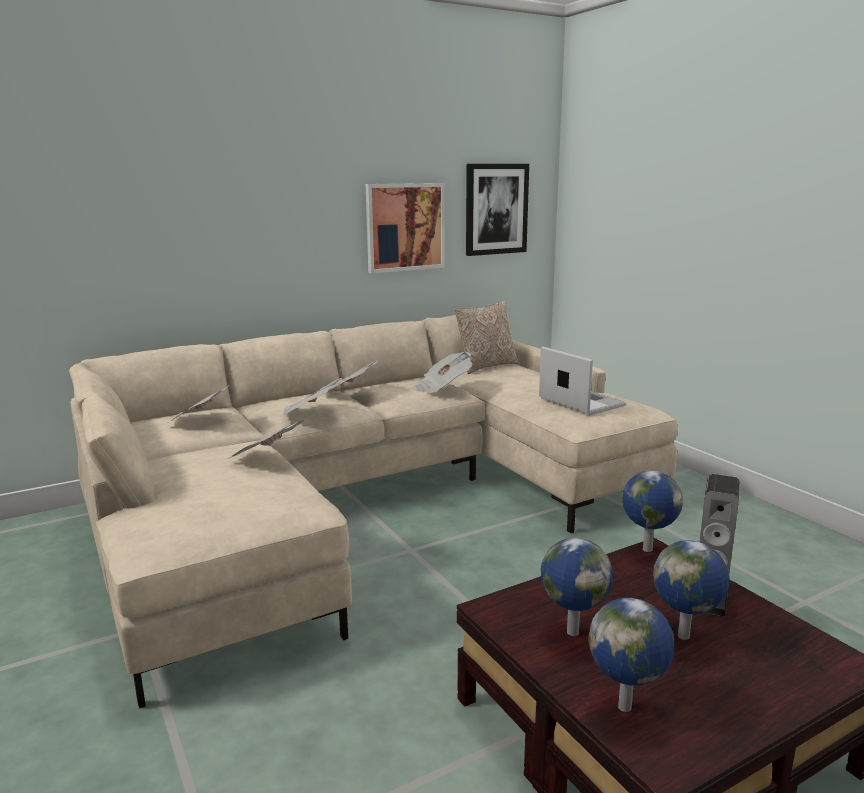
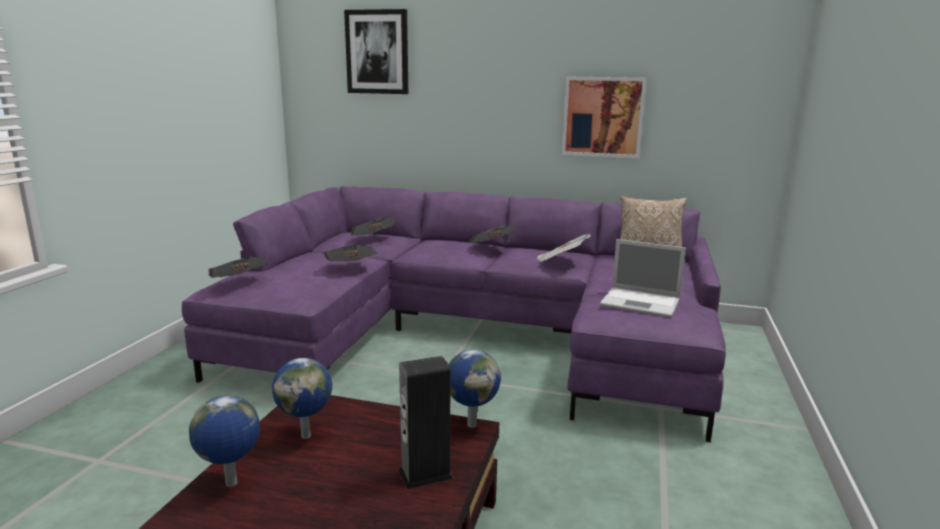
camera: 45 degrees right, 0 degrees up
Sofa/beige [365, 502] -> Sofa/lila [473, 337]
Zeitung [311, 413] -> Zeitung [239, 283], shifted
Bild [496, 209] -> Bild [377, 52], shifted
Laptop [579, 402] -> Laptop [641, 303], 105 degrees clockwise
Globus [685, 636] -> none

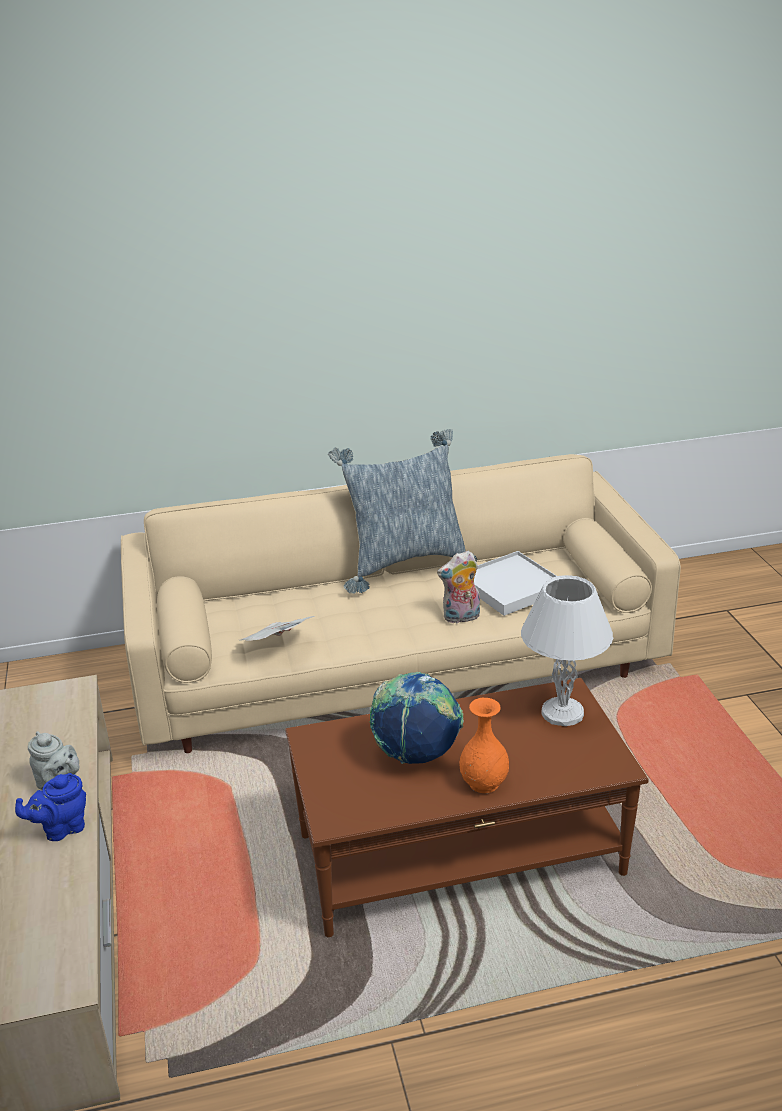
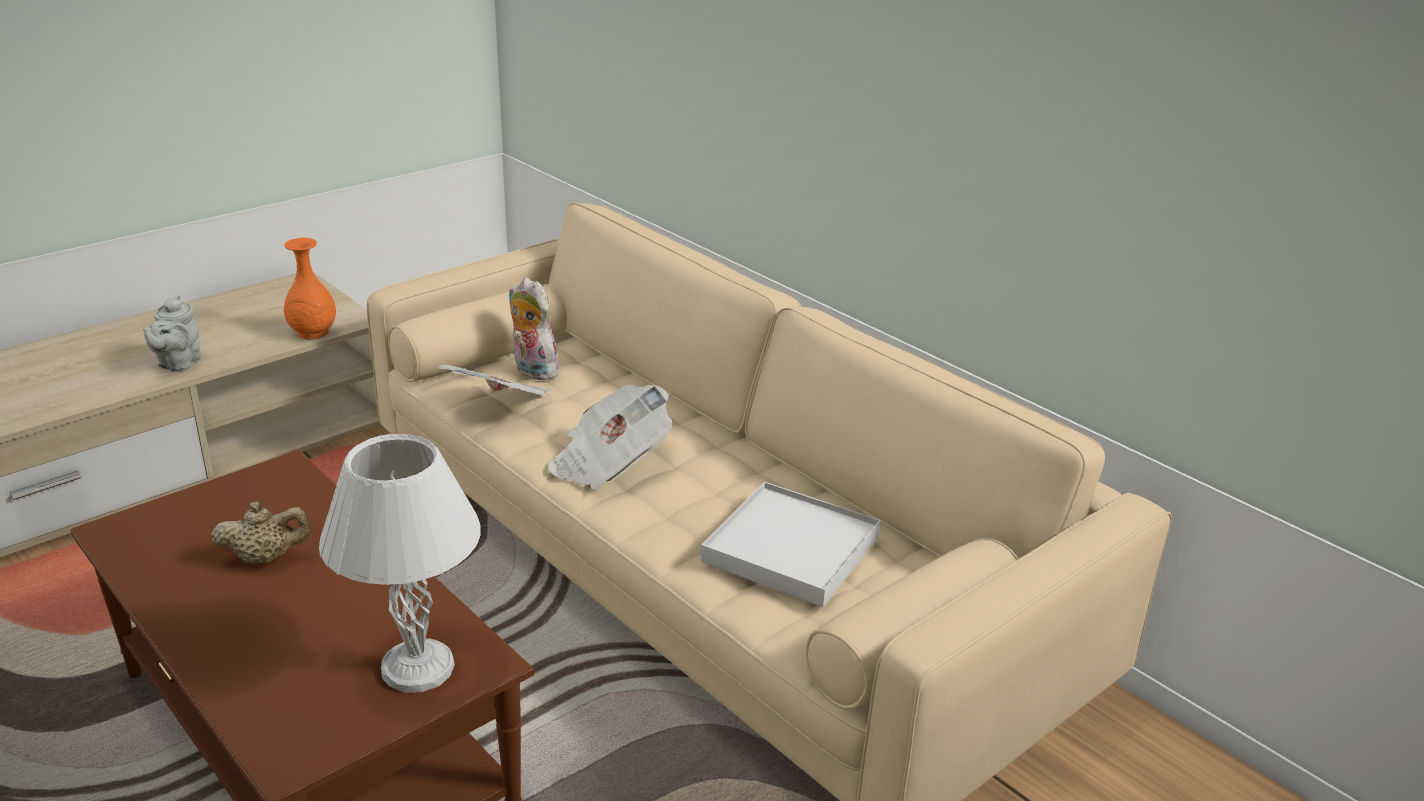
camera: 60 degrees right, 0 degrees up
Teekanne/blau [61, 829] -> none
Kissen [404, 573] -> none
Globus [416, 755] -> Teekanne/beige [266, 558]
Plüschtier [461, 618] -> Plüschtier [532, 370], shifted
Vase/orange [484, 783] -> Vase/orange [312, 333], shifted
none -> Zeitung [609, 464]

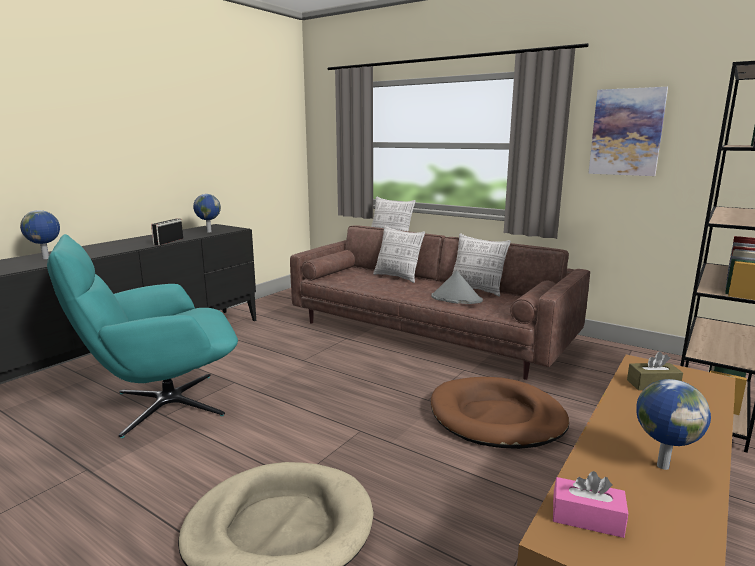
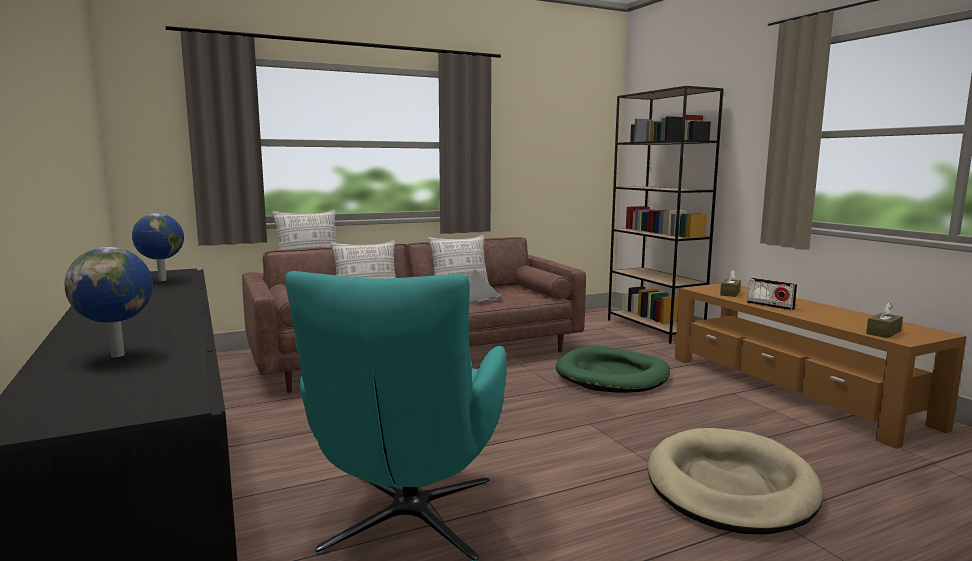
camera: 60 degrees left, 5 degrees down
Radio [168, 241] -> Radio [770, 306], shifted
Hundebett/braun [497, 417] -> Hundebett/grün [613, 375]
Taschentuchbox/rosa [587, 518] -> Taschentuchbox/braun [883, 332]
Bild [626, 132] -> none
Globus [662, 465] -> none

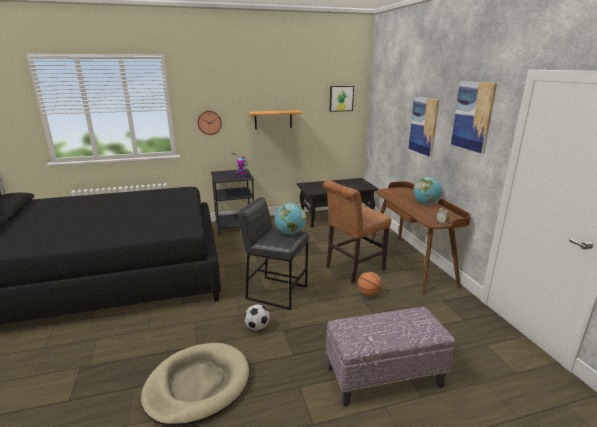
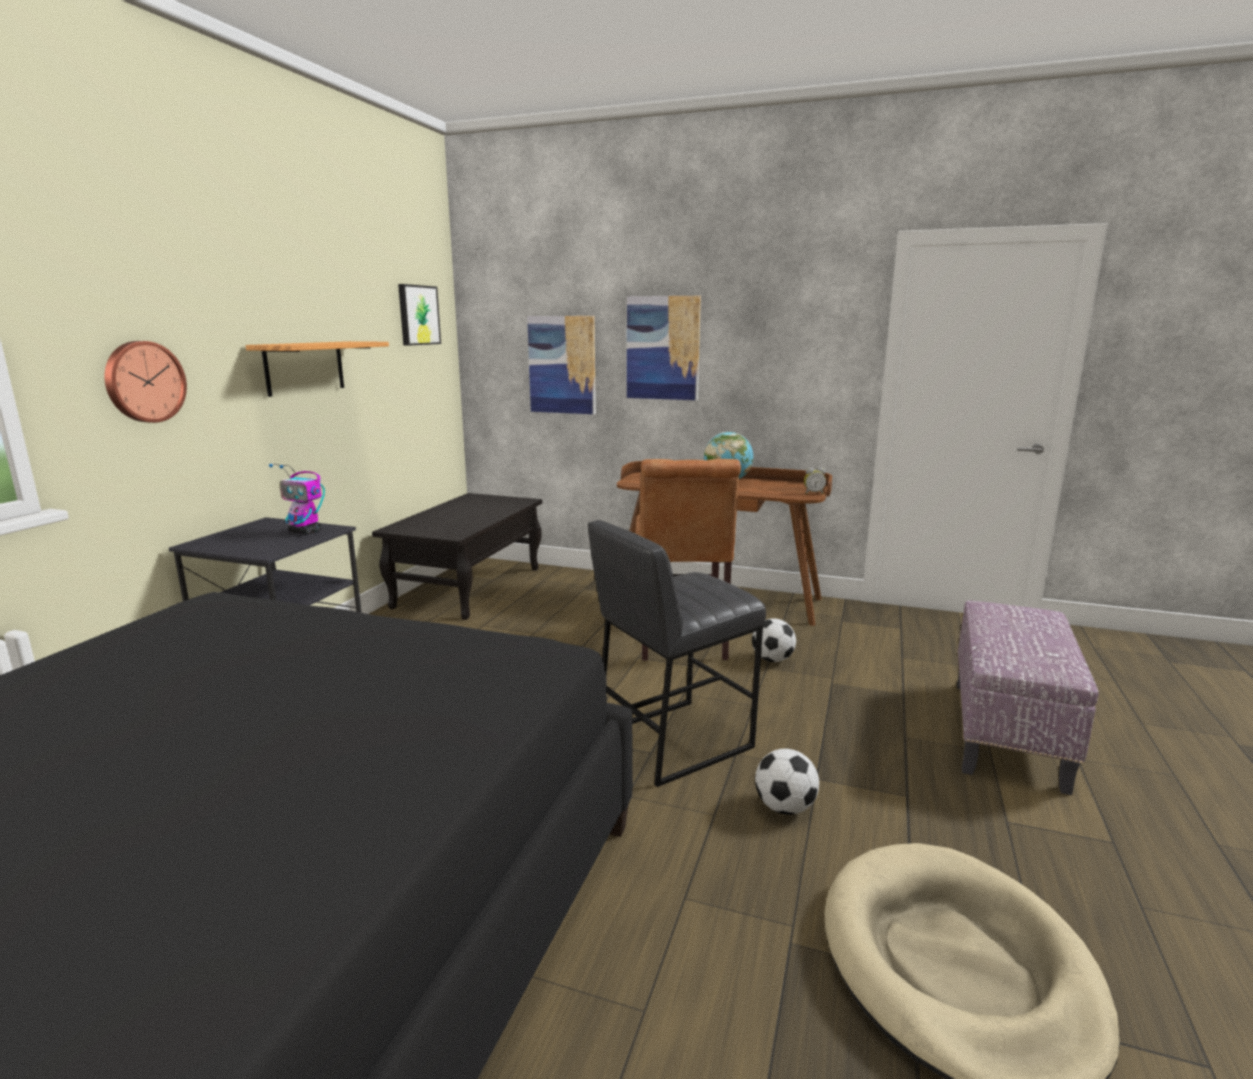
camera: 55 degrees left, 5 degrees down
Globus [290, 233] -> none
Basketball [368, 293] -> Fußball [772, 659]
Bild [473, 116] -> Bild [562, 365], shifted

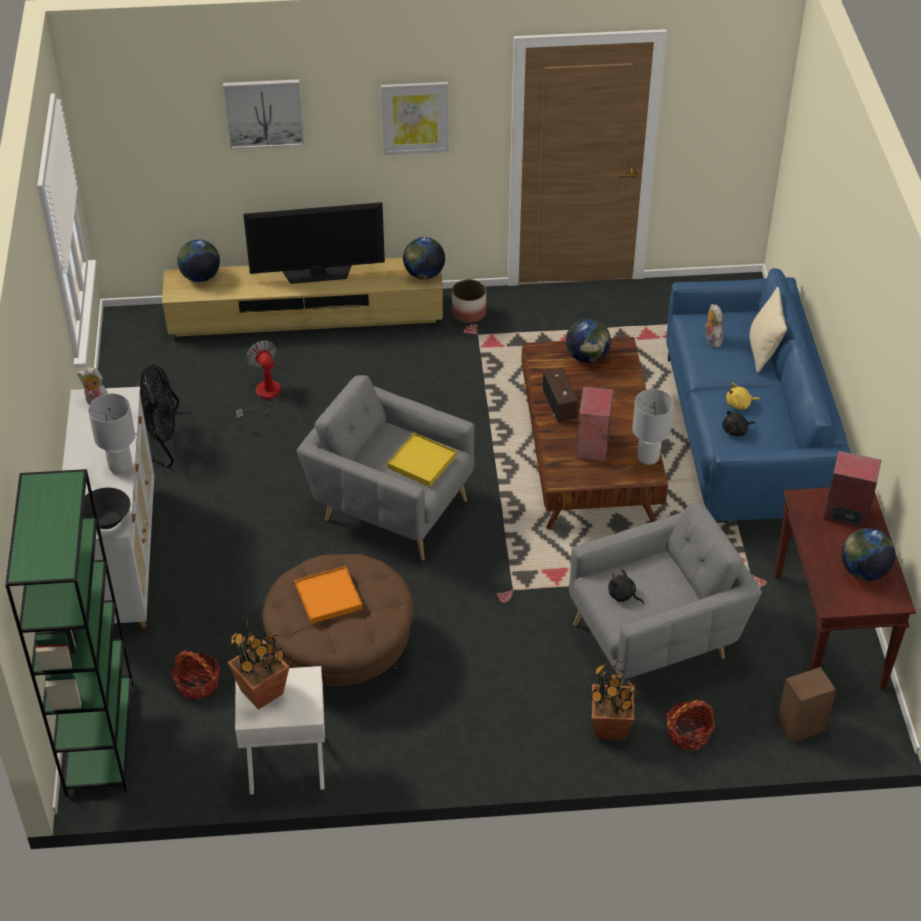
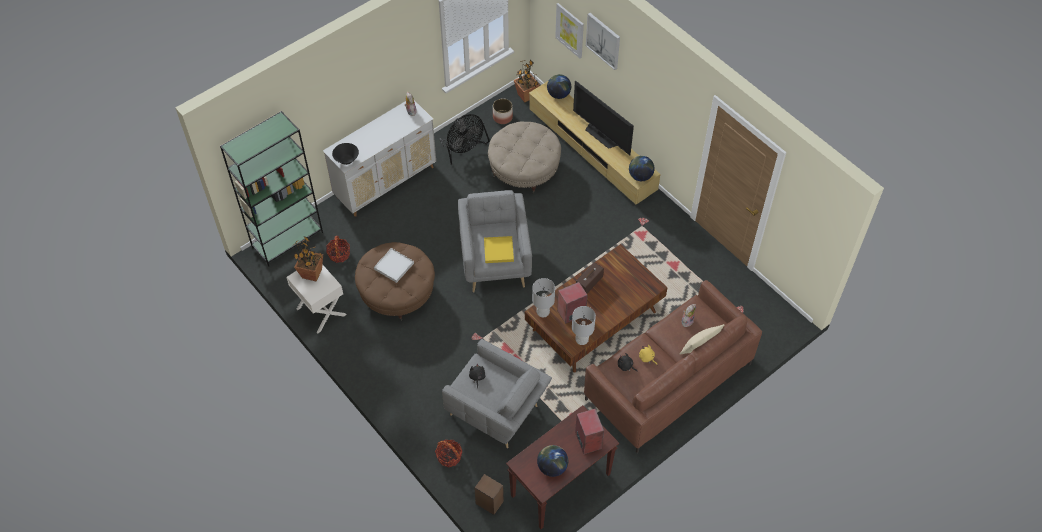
camera: 55 degrees right, 10 degrees up
Tischlampe/grau [121, 468] -> Tischlampe/grau [543, 313], shifted
Ventilator [263, 396] -> Polsterhocker/beige [524, 169]
Tablett/orange [328, 597] -> Tablett/weiß [394, 266]
Bild [415, 117] -> Bild [570, 30], shifted
Pflanzkübel [469, 312] -> Pflanzkübel [502, 117], shifted
Globus [587, 357] -> none
Topfpflanze [610, 728] -> Topfpflanze [526, 96], shifted
Sofa/blau [744, 438] -> Sofa/braun [667, 380]

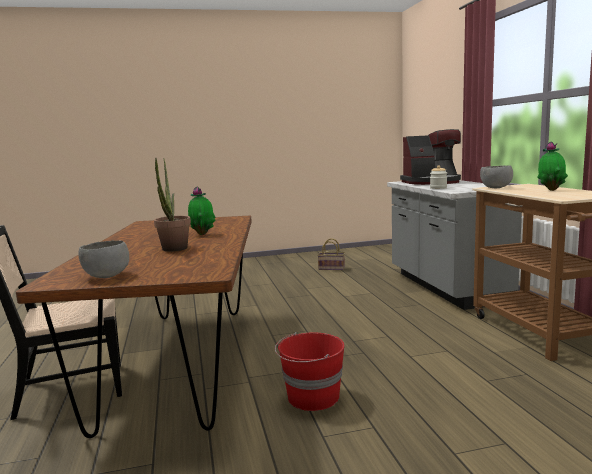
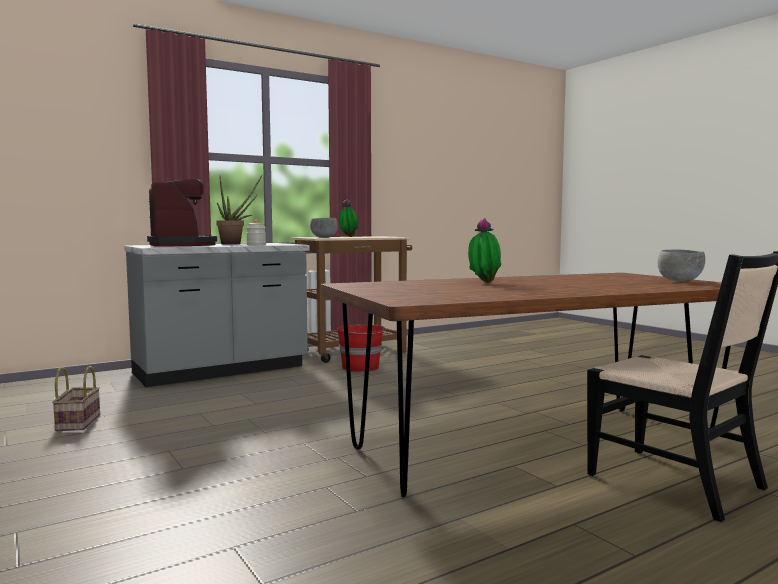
camera: 110 degrees left, 5 degrees down
Topfpflanze [173, 250] -> Topfpflanze [235, 244], shifted
Eimer/rot [312, 397] -> Eimer/rot [361, 367], shifted

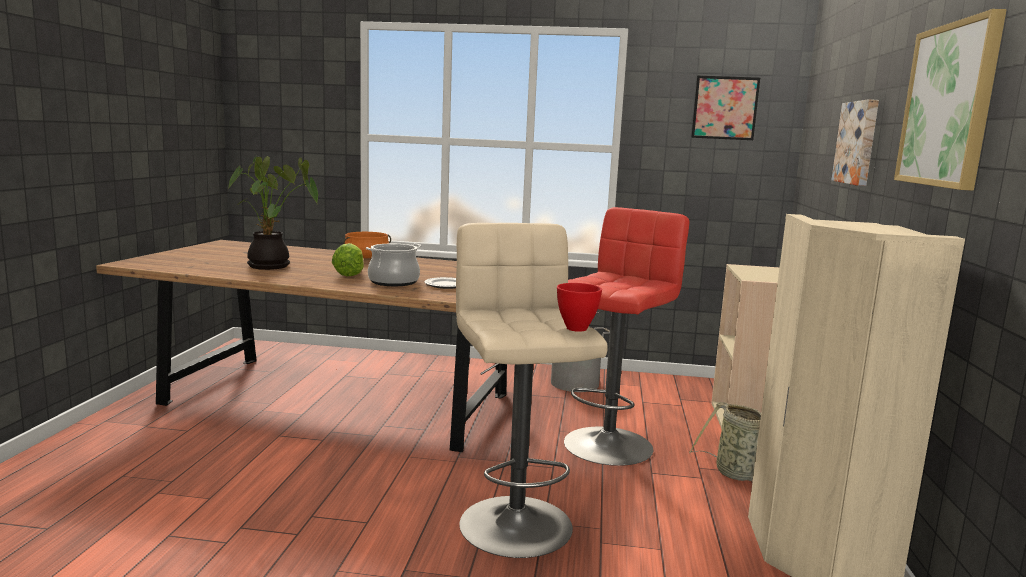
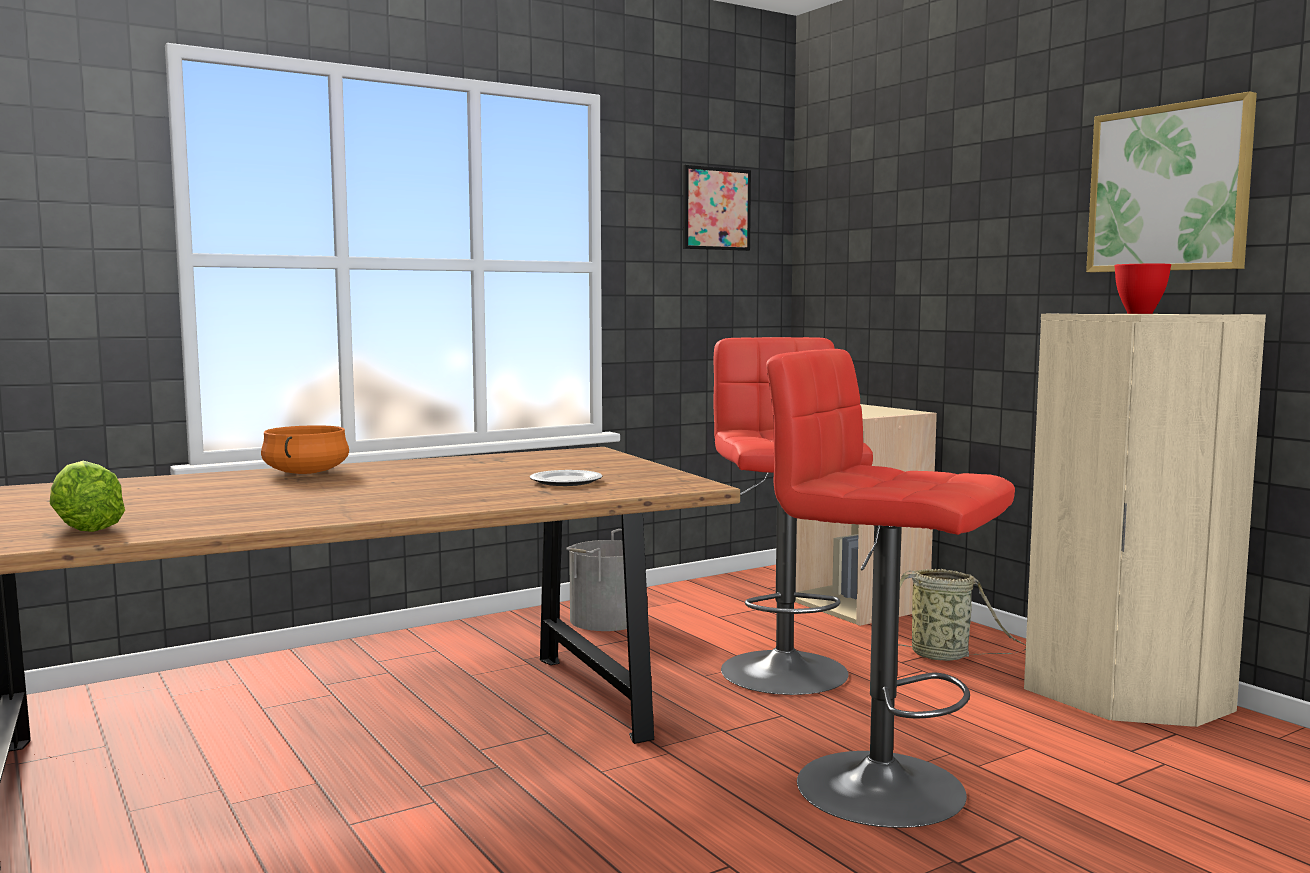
camera: 40 degrees left, 5 degrees down
Topfpflanze [272, 266] -> none
Salatkopf [349, 274] -> Salatkopf [85, 528], shifted
Kochtopf [393, 282] -> none
Hocker/beige [516, 525] -> Hocker/rot [879, 787]
Schüssel/rot [577, 329] -> Schüssel/rot [1141, 313], shifted
Bild [858, 143] -> none

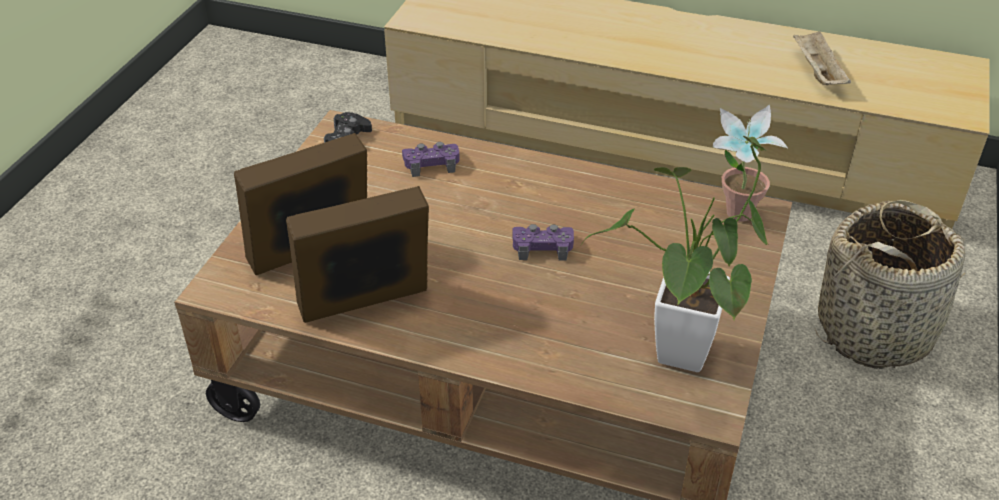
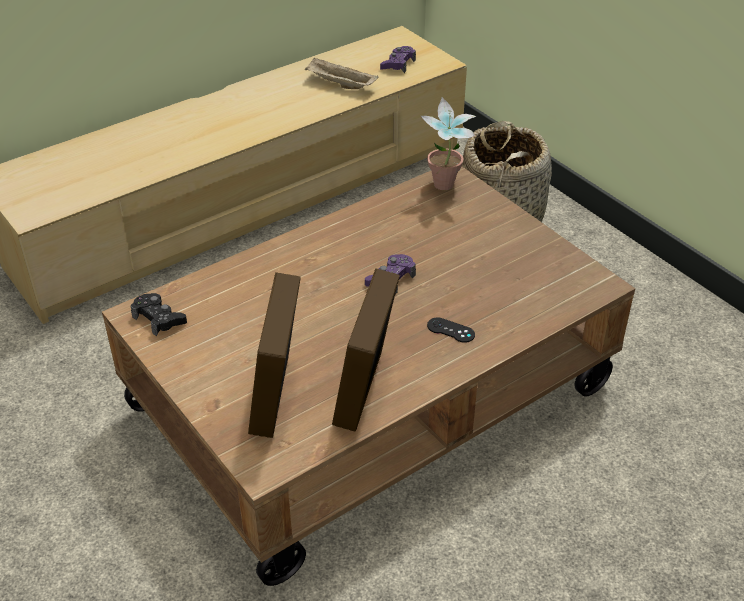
camera: 55 degrees left, 0 degrees up
Gamepad/lila [431, 164] -> Gamepad/lila [398, 64], shifted
Topfpflanze [678, 363] -> none
none -> Gamepad/schwarz [450, 330]

